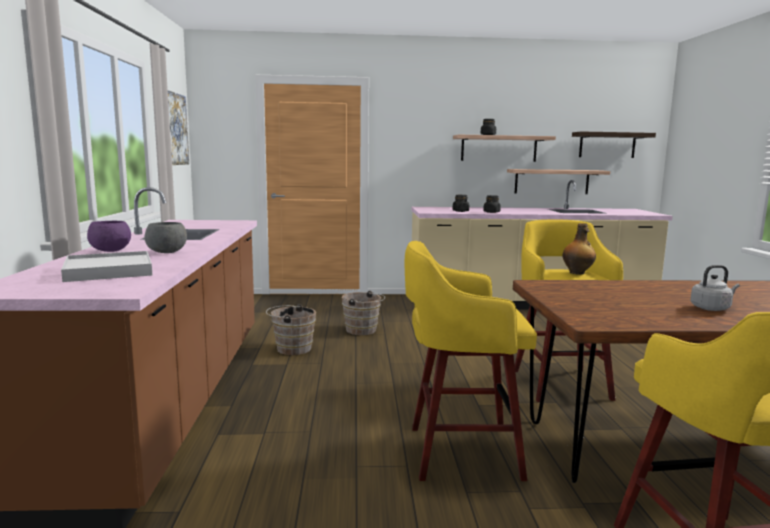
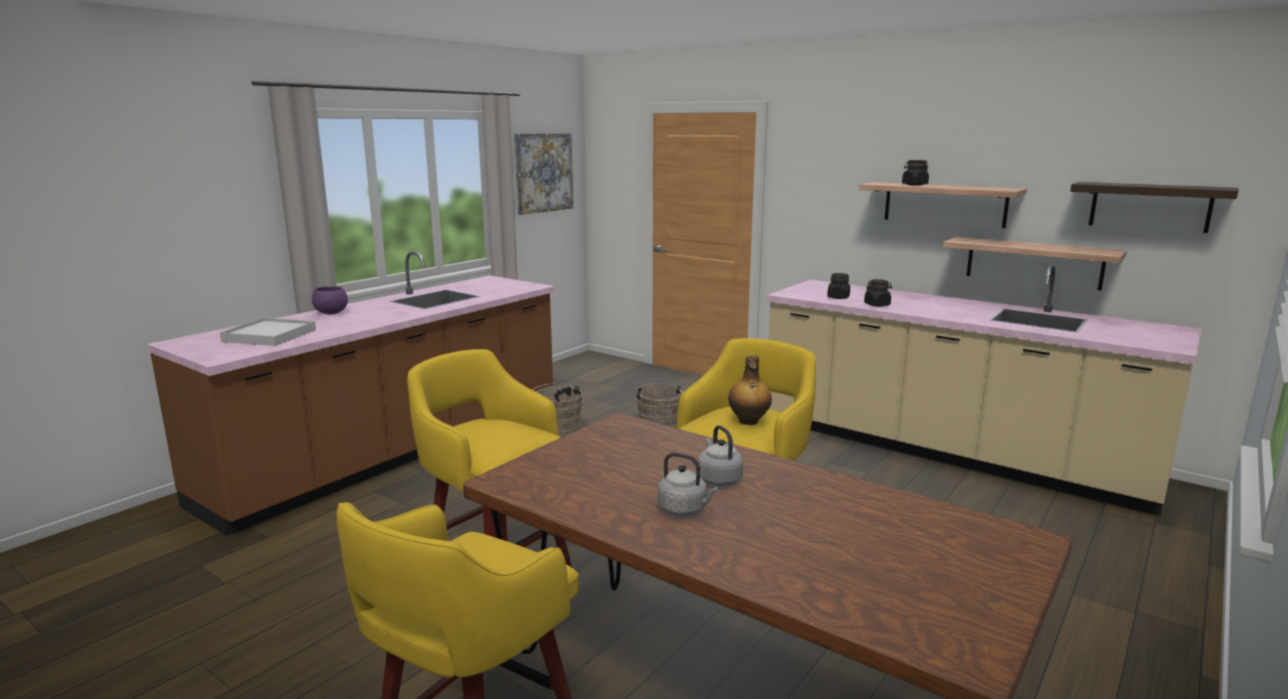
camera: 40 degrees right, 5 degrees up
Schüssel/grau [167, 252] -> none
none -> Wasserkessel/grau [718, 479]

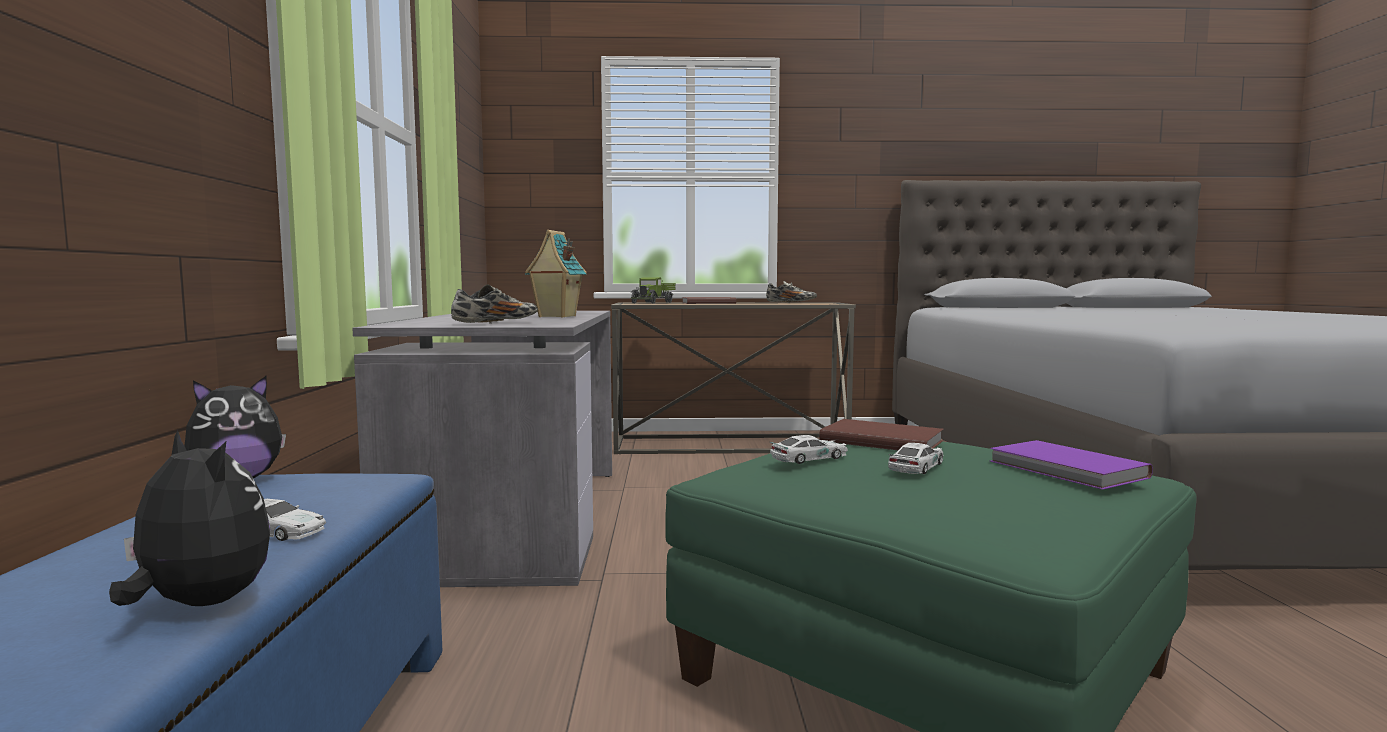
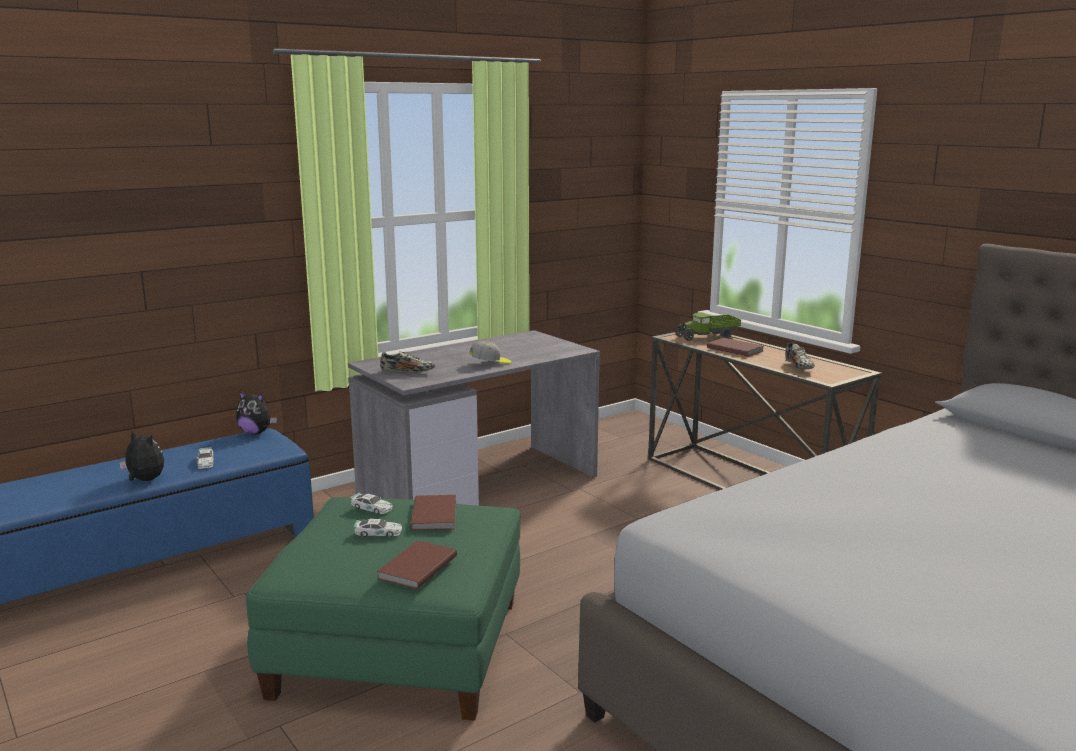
camera: 55 degrees right, 10 degrees up
Plüschtier [198, 604] -> Plüschtier [144, 480], 60 degrees counterclockwise
Spielzeughaus [556, 316] -> Kappe [490, 363]
Buch/lila [1066, 470] -> Buch/braun [415, 567]

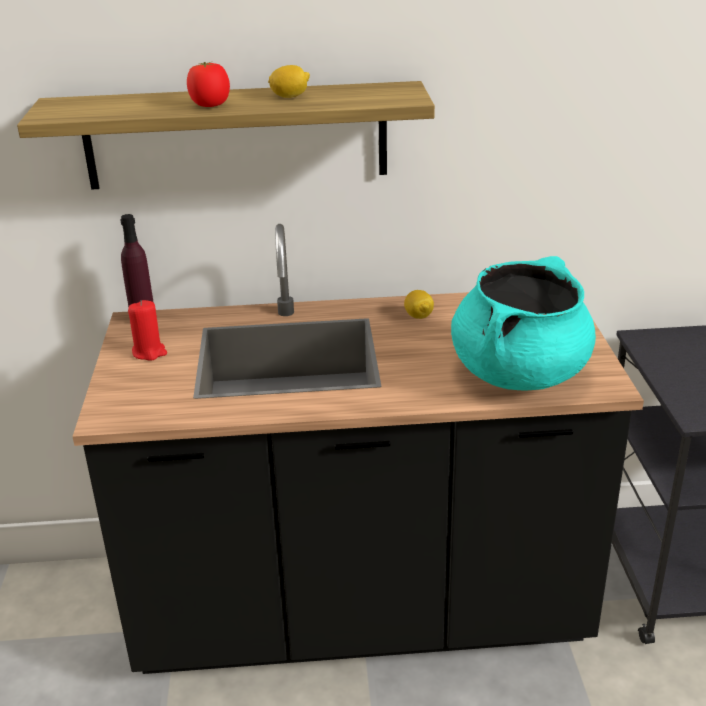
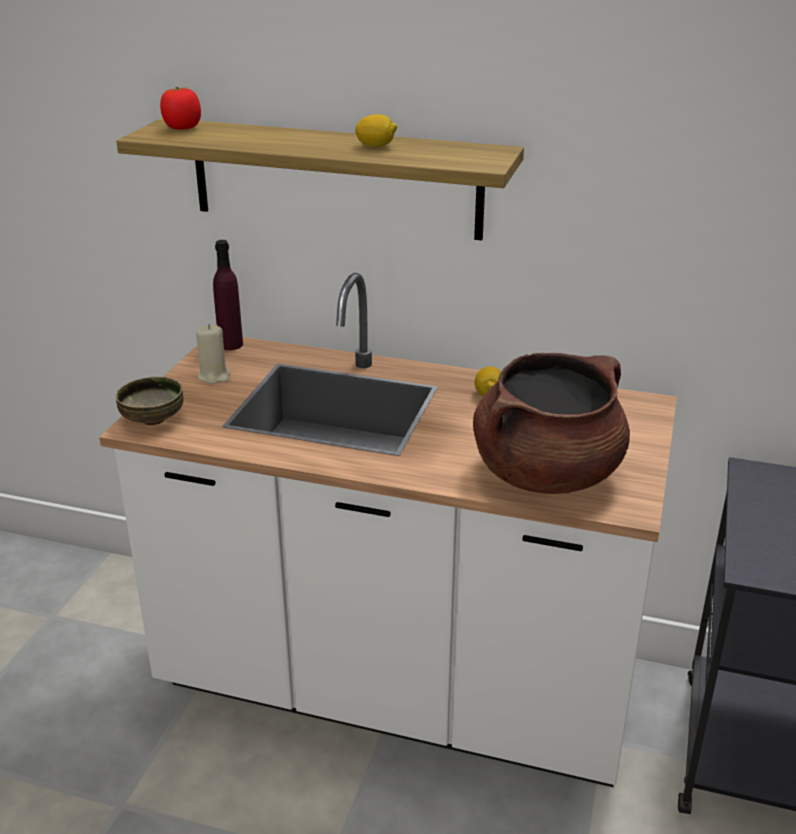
camera: 20 degrees right, 0 degrees up
Küchenzeile/schwarz [360, 614] -> Küchenzeile/weiß [398, 690]
Kerze/rot [149, 352] -> Kerze/beige [214, 376]
Tomate [210, 105] -> Tomate [182, 128], shifted
Kochtopf/türkis [519, 373] -> Kochtopf/braun [547, 474]
none -> Schüssel [153, 420]

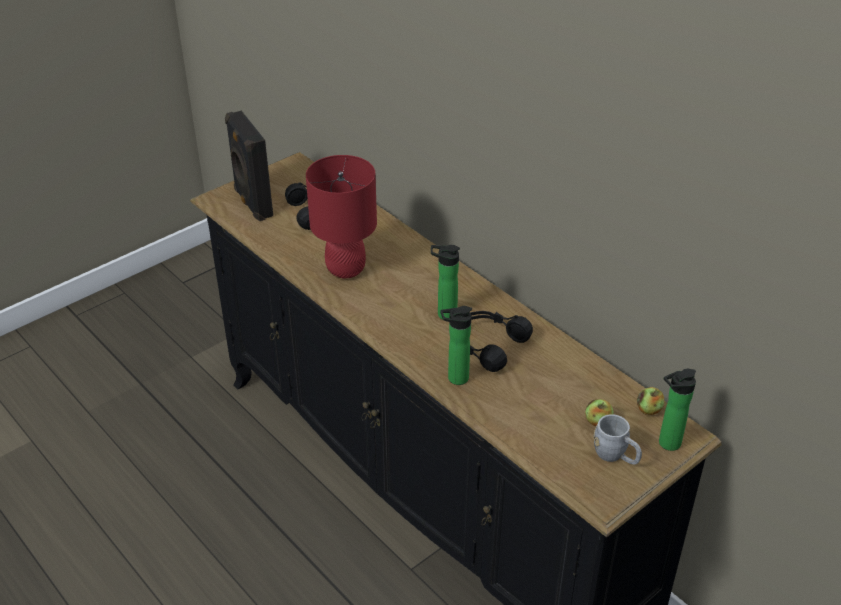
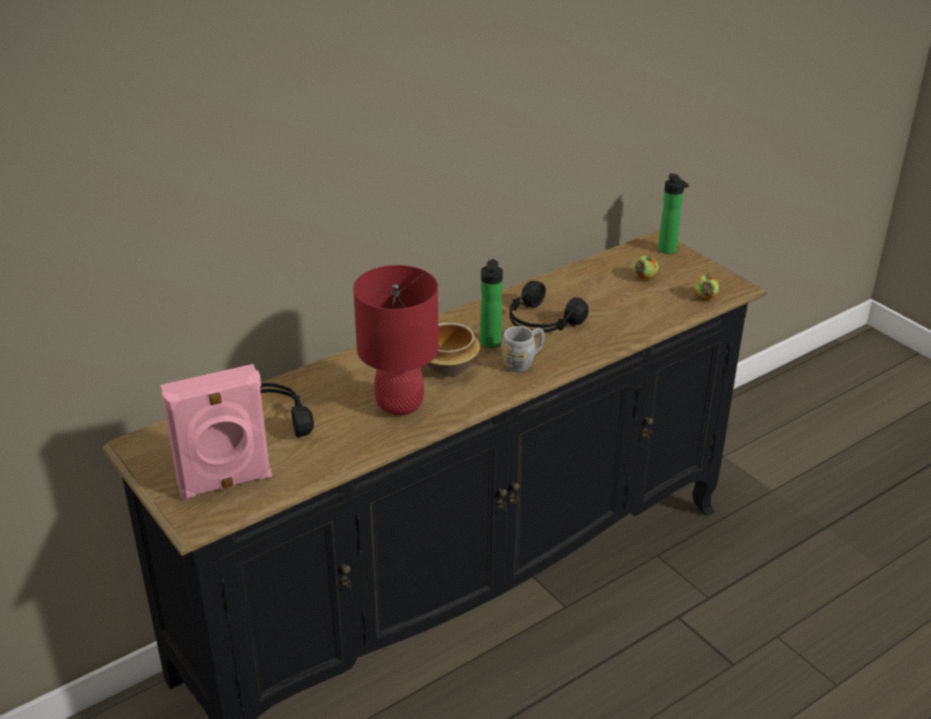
camera: 85 degrees left, 5 degrees down
Lautsprecher/schwarz [252, 203] -> Lautsprecher/rosa [225, 484]
Flasche [455, 378] -> none
Henkelbecher/grau [615, 456] -> Henkelbecher/grau [523, 361], shifted
Apfel [649, 410] -> Apfel [705, 297], shifted
none -> Schüssel [449, 367]

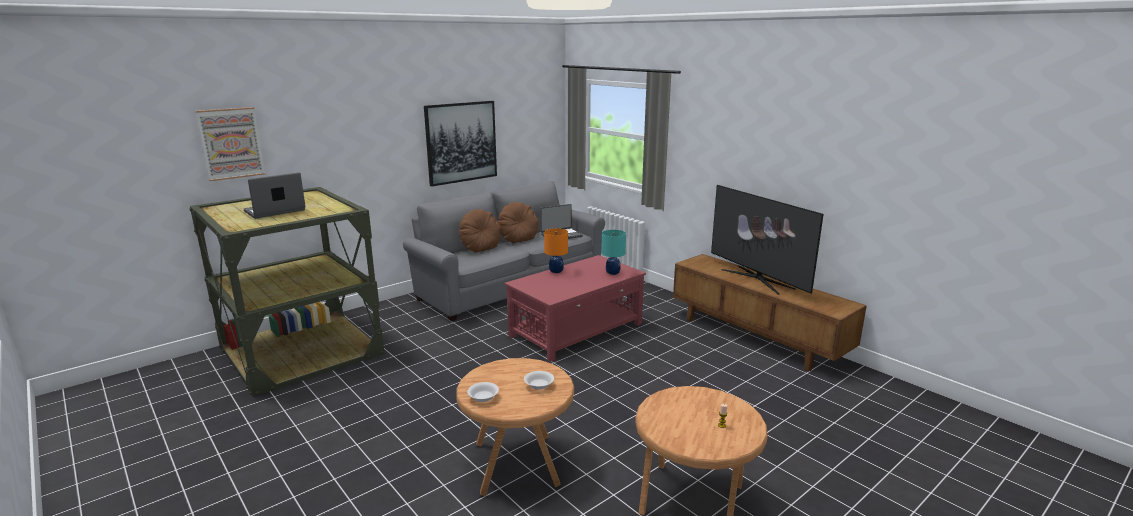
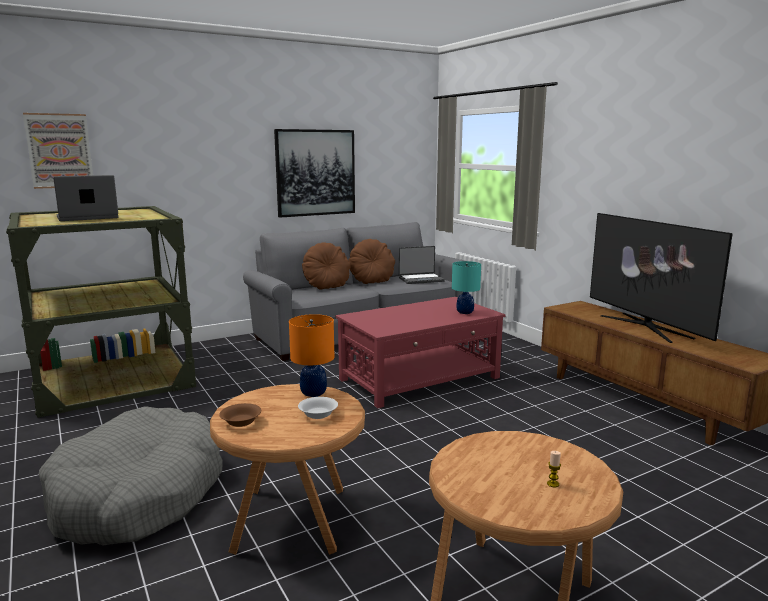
camera: 10 degrees right, 5 degrees down
Schüssel/weiß [483, 398] -> Schüssel/braun [241, 422]
Tischlampe/orange [556, 271] -> Tischlampe/orange [314, 393], shifted
none -> Hundebett/grau [138, 494]

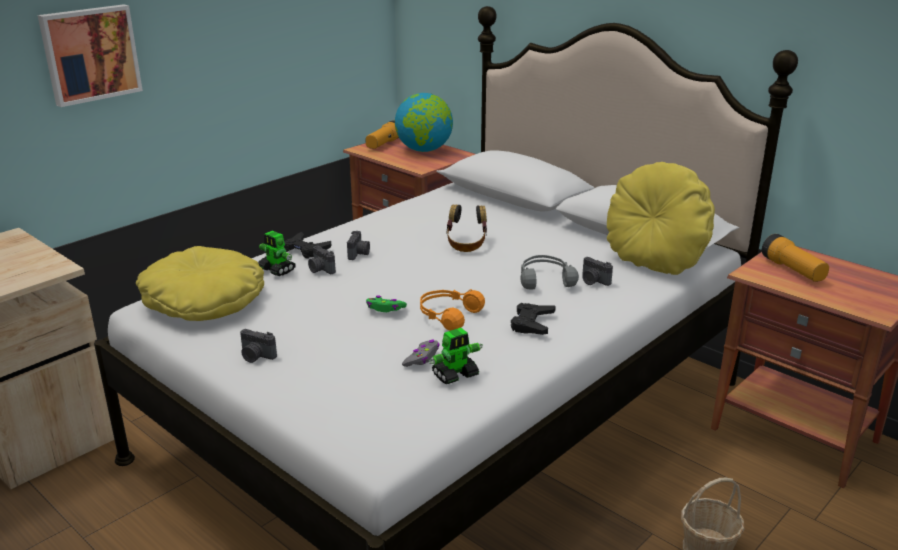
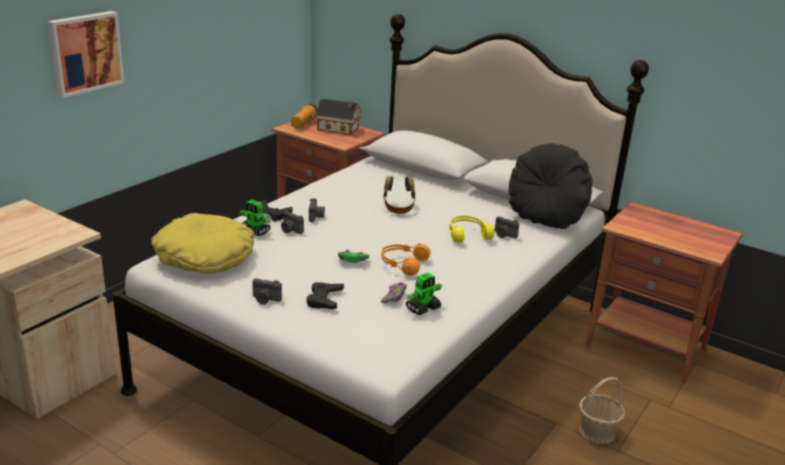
camera: 10 degrees left, 0 degrees up
Globus [424, 150] -> Spielzeughaus [339, 129]
Gamepad/schwarz [532, 323] -> Gamepad/schwarz [324, 299], shifted
Kopfhörer/grau [545, 279] -> Kopfhörer/gelb [467, 234]
Kissen/gelb [654, 263] -> Kissen/schwarz [545, 220]
Taschenlampe [793, 270] -> none

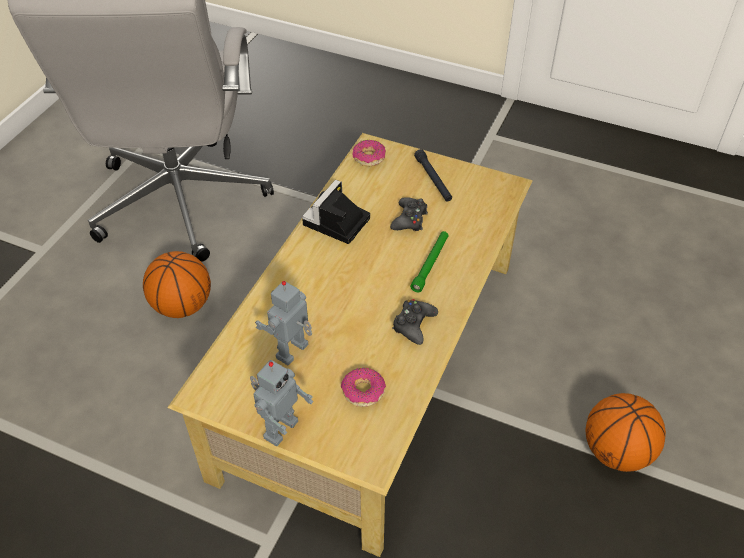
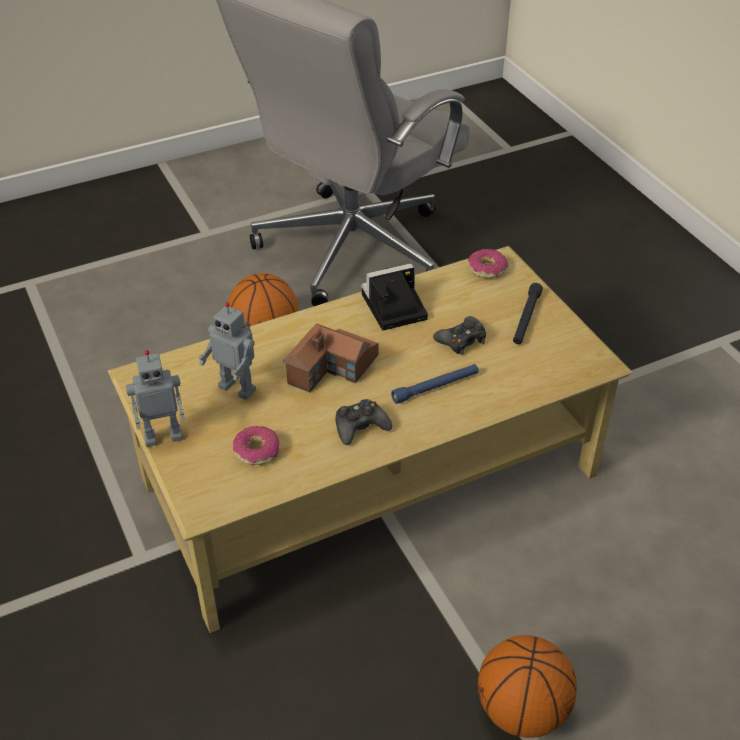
camera: 40 degrees right, 5 degrees down
Spielzeugroboter [293, 352] -> Spielzeugroboter [238, 387], 135 degrees counterclockwise
Taschenlampe/grün [430, 264] -> Taschenlampe/blau [435, 387]
none -> Spielzeughaus [332, 368]

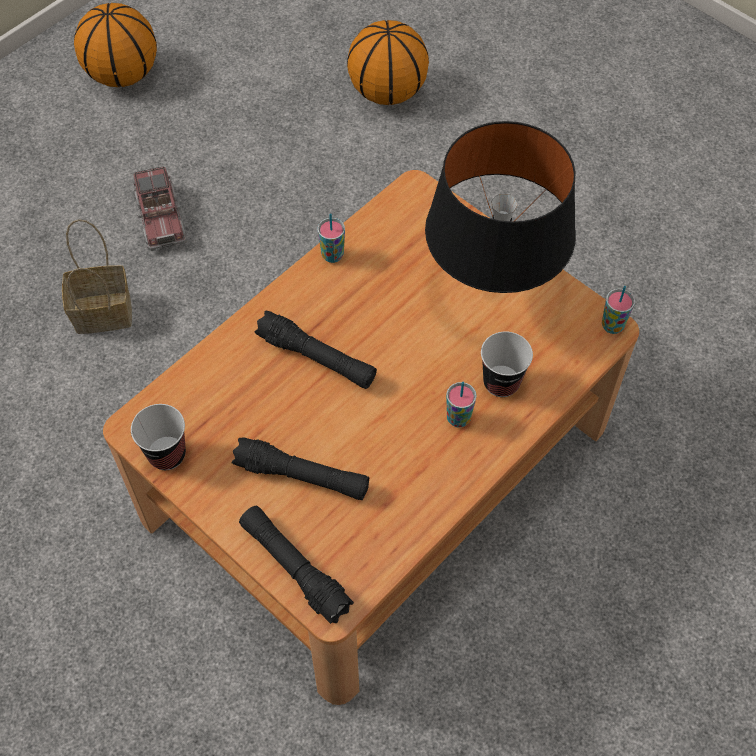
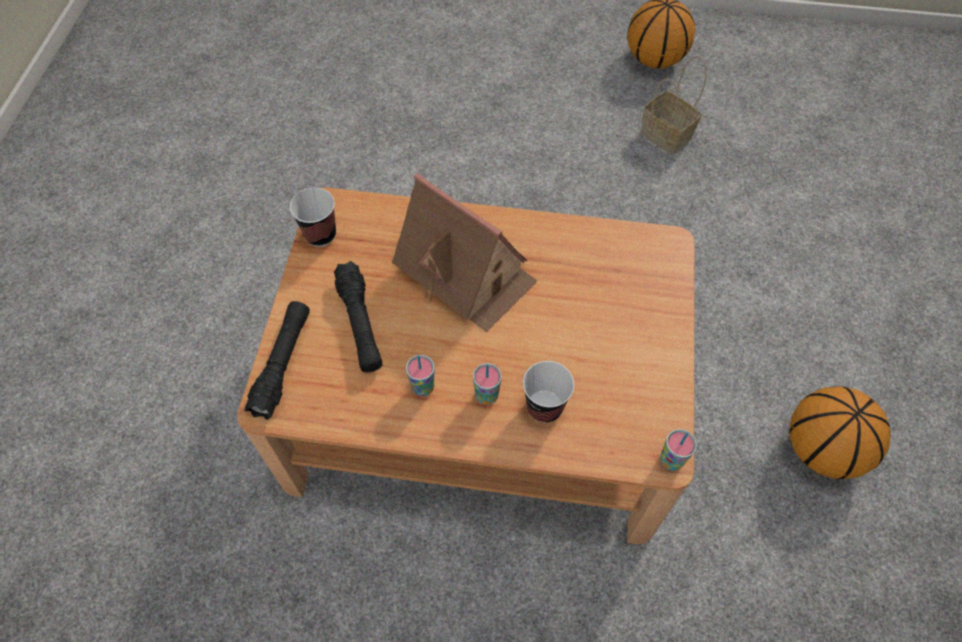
camera: 55 degrees right, 0 degrees up
Korb [105, 311] -> Korb [667, 136], shifted
Spielzeuglaster [161, 218] -> none
Taschenlampe/schwarz [317, 358] -> Spielzeughaus [465, 272]
Tasse [332, 255] -> Tasse [423, 388], shifted
Basketball [388, 91] -> Basketball [822, 449], shifted
Tischlampe/schwarz [492, 289] -> none

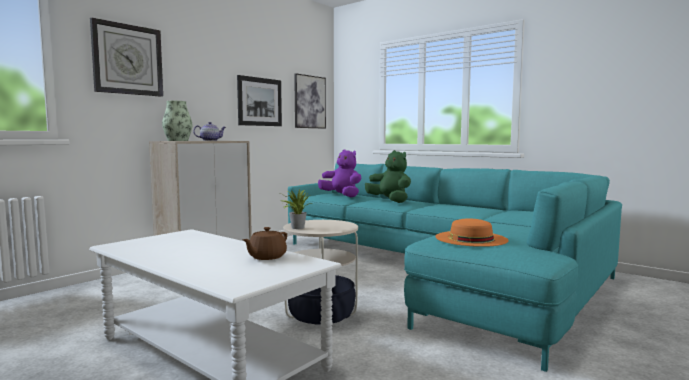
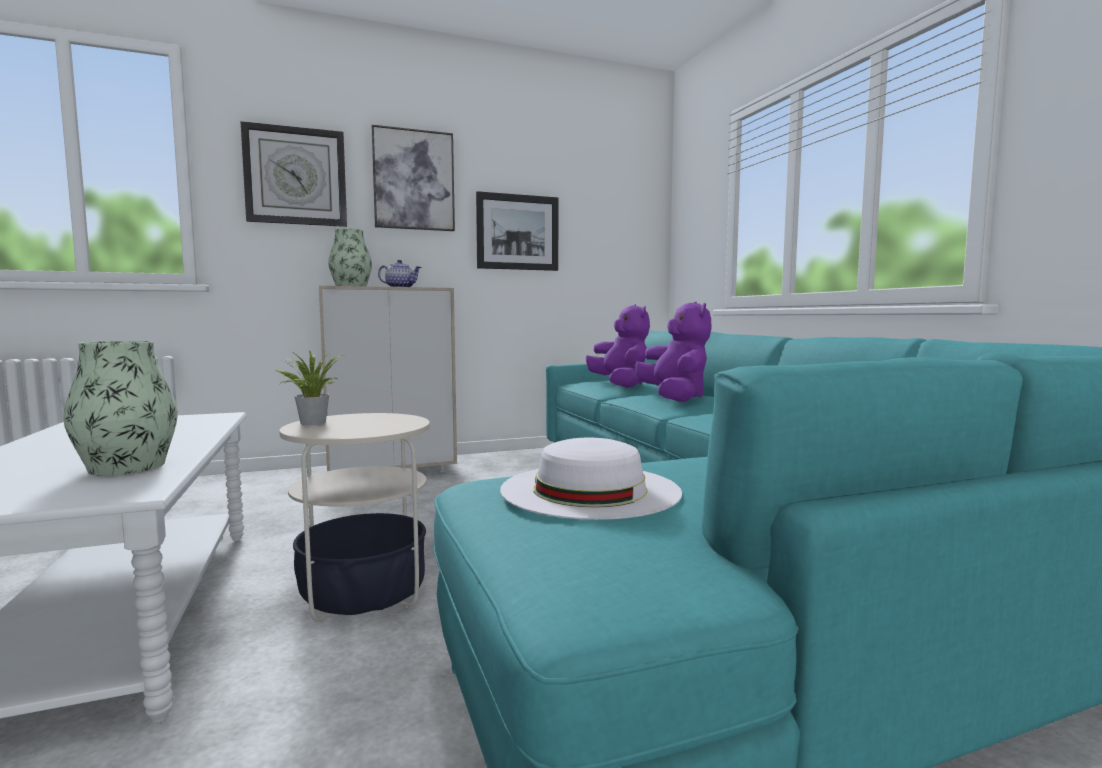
camera: 30 degrees right, 0 degrees up
Teekanne/braun [266, 257] -> Vase [127, 467]
Bild [309, 102] -> Bild [414, 180], shifted
Plüschtier/grün [390, 201] -> Plüschtier/lila [674, 398]
Hut/orange [471, 238] -> Hut/weiß [589, 490]

